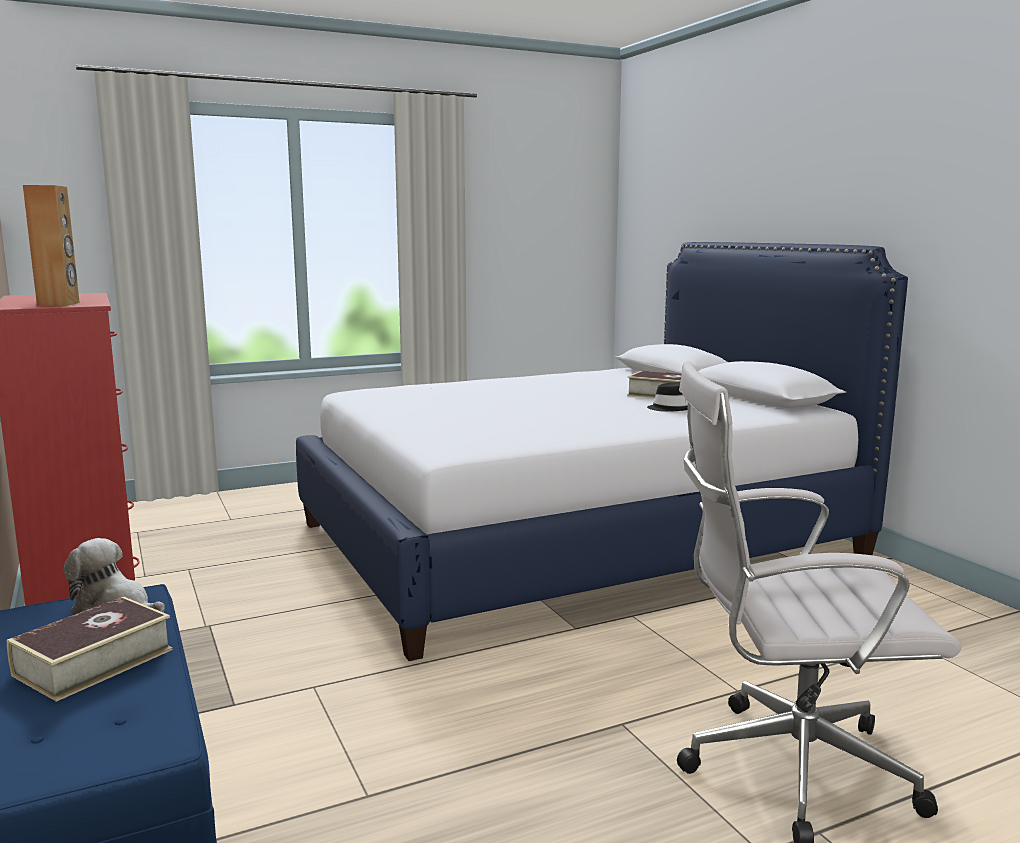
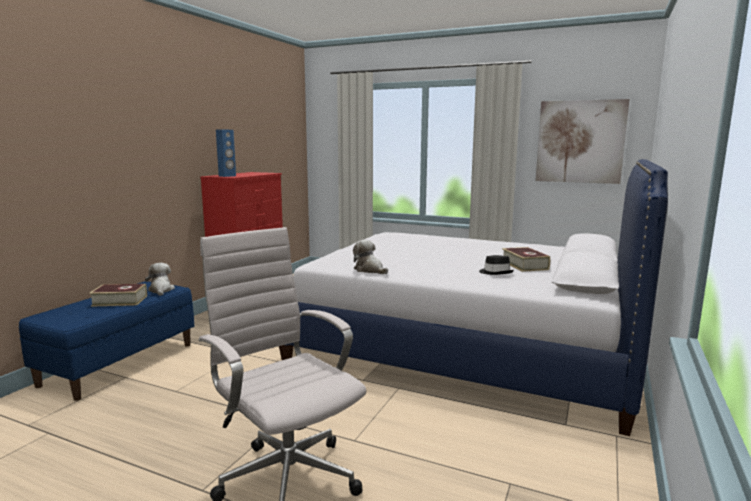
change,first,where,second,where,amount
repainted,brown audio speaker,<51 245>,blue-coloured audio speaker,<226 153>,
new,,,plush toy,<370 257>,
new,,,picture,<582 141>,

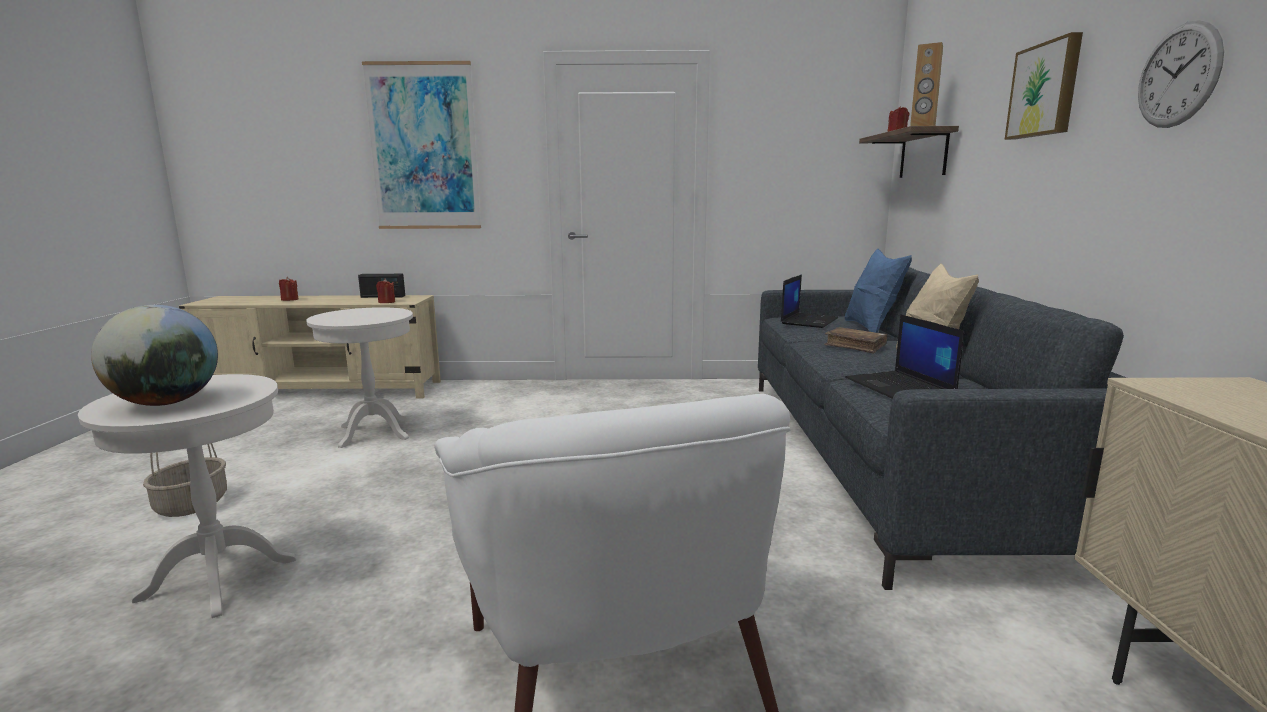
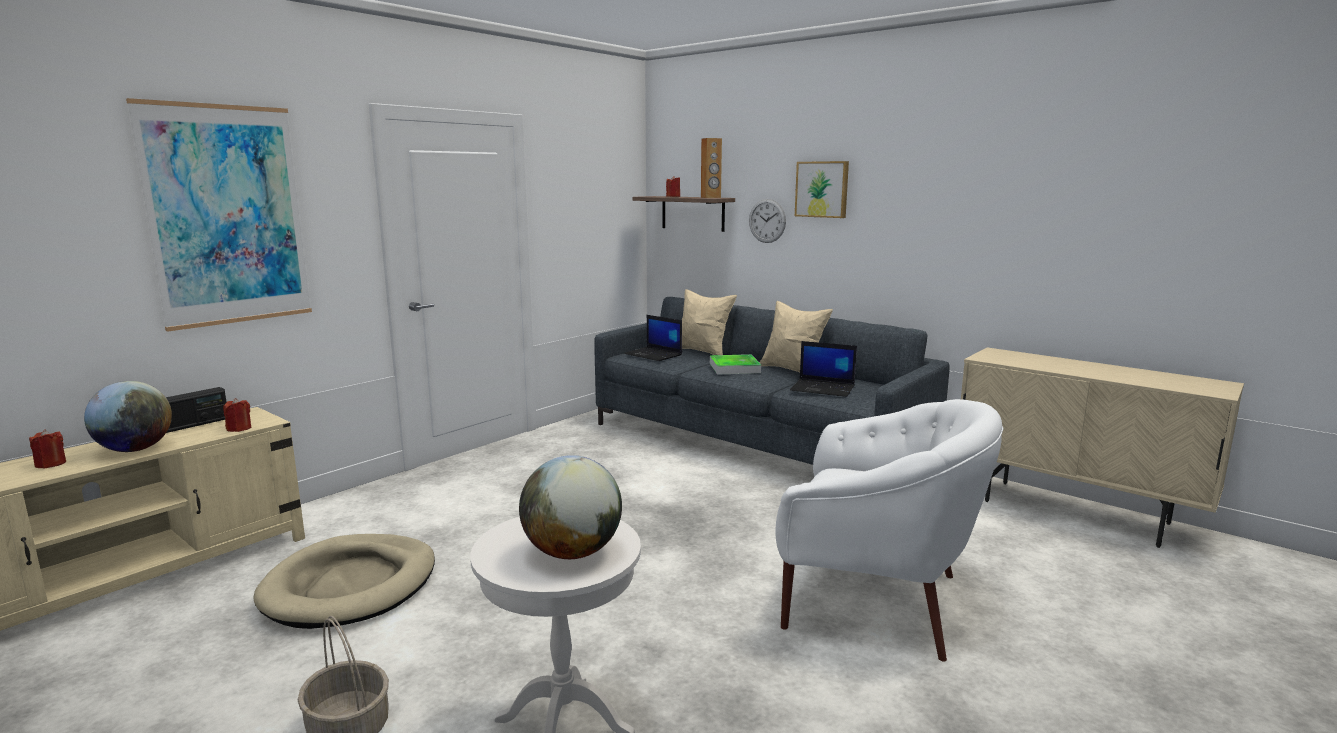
change,first,where,second,where,amount
swapped,whitish accent table,<359 377>,sand-coloured dog bed,<344 581>,
rotated,portable computer,<809 301>,,<653 338>,150 degrees clockwise
swapped,brown volume,<855 340>,tray,<735 364>,
repainted,blue-coloured cushion,<878 290>,sand-coloured cushion,<709 322>,
shifted,wall clock,<1181 74>,,<767 221>,
new,,,desk globe,<128 416>,

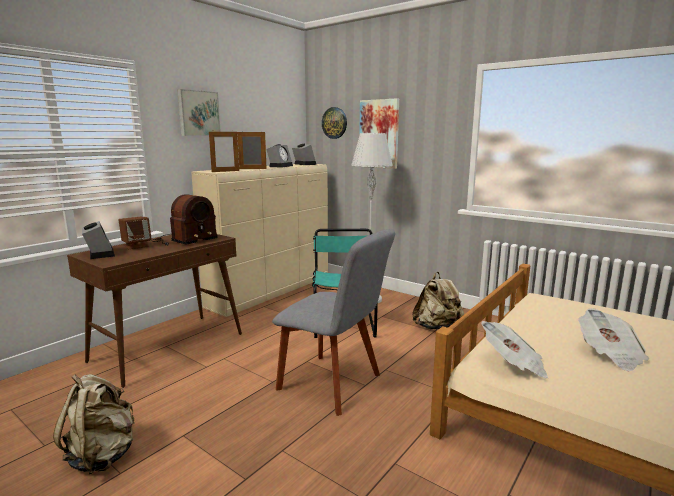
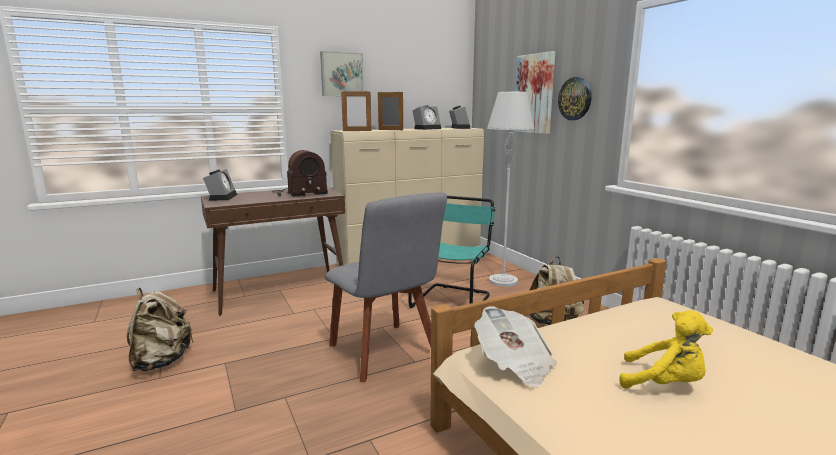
change,first,where,second,where,amount
gone,brown audio speaker,<135 233>,,,
shifted,wall clock,<334 123>,,<575 98>,
swapped,daily paper,<613 340>,yellow-coloured plush toy,<666 349>,

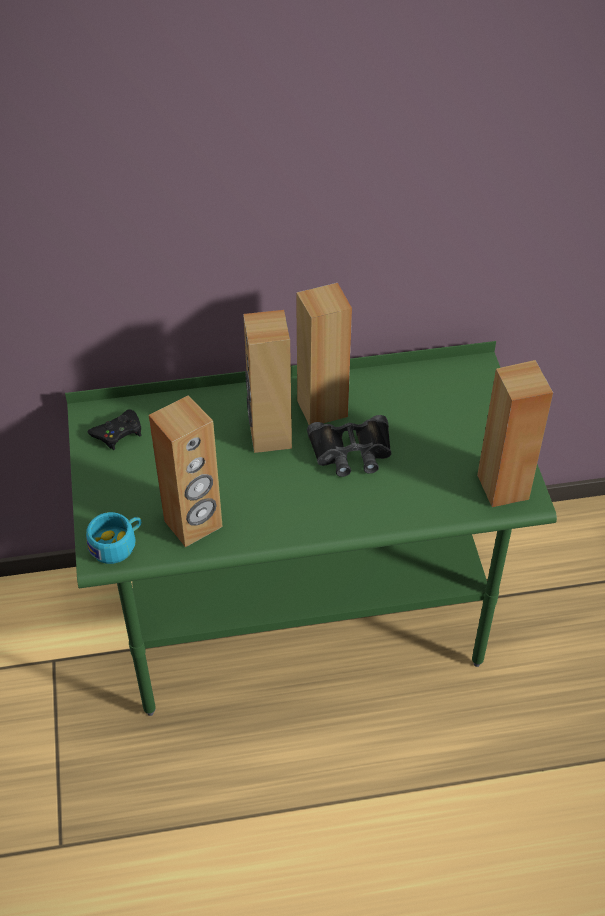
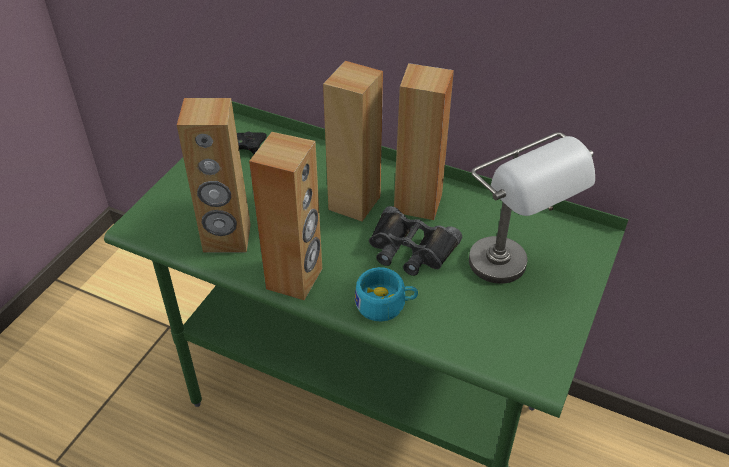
change,first,where,second,where,amount
shifted,blue-green cup,<113 538>,,<386 294>,
shifted,brown audio speaker,<515 433>,,<285 216>,
new,,,gray tabletop lamp,<532 208>,

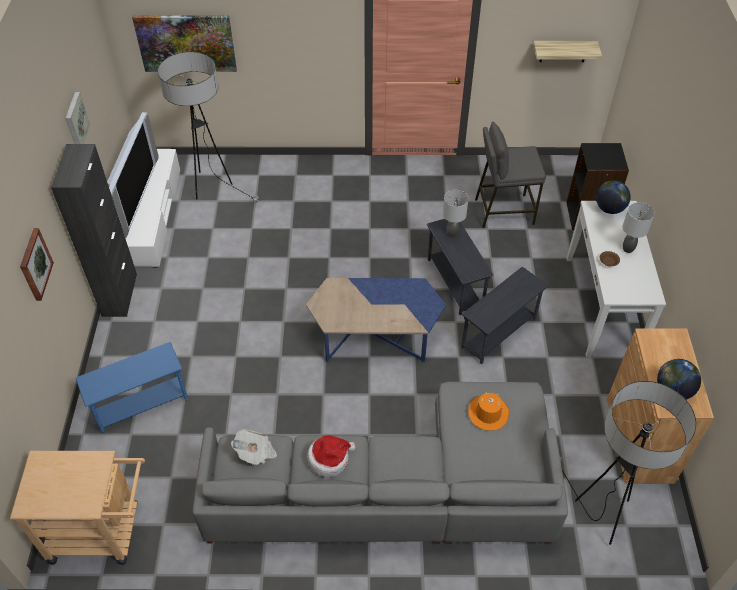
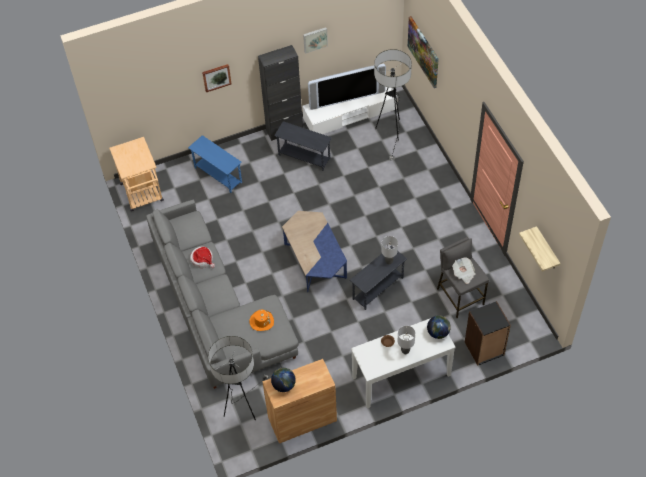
change,first,where,second,where,amount
shifted,daily paper,<254 447>,,<464 270>,
shifted,gray accent table,<505 315>,,<303 146>,

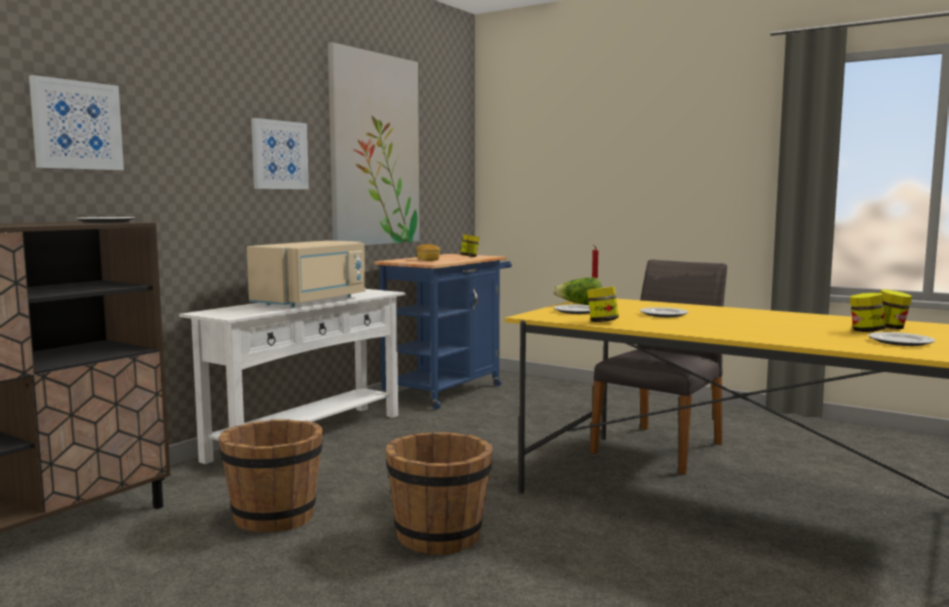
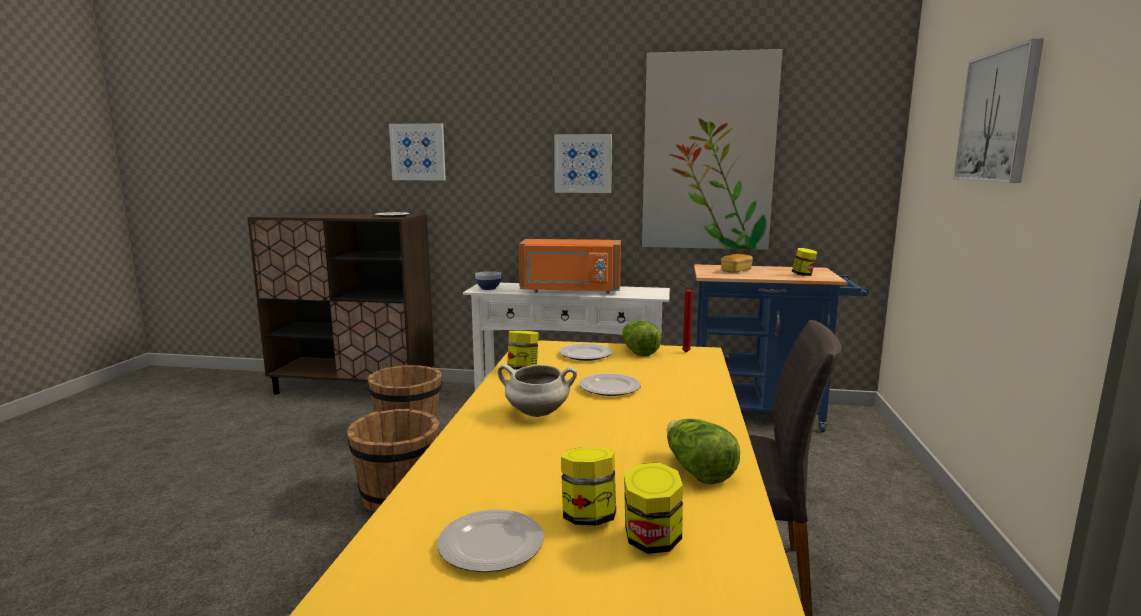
change,first,where,second,where,amount
repainted,sand-coloured kitchen microwave,<306 273>,orangey kitchen microwave,<570 266>,
new,,,bowl,<488 280>,
new,,,whitish cooking pot,<537 390>,
new,,,lettuce,<703 451>,
new,,,picture,<998 110>,

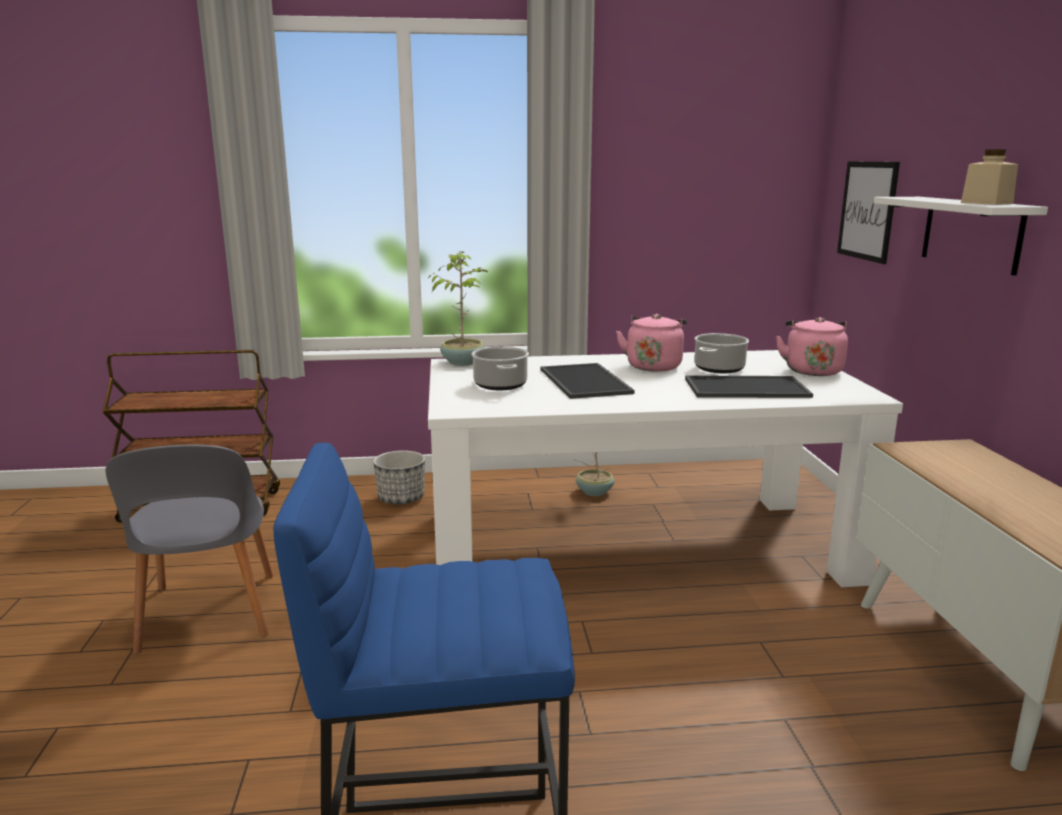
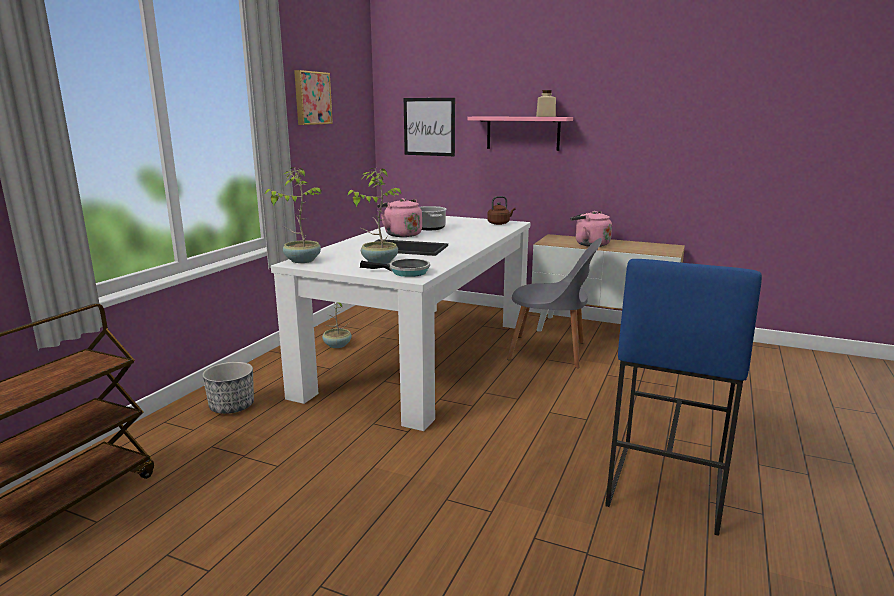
change,first,where,second,where,amount
shifted,gray chair,<189 549>,,<554 303>,
swapped,cooking pot,<500 368>,potted plant,<374 216>,
gone,tray,<749 387>,,,
shifted,pink kettle,<812 346>,,<591 229>,
repainted,whitish shelf,<961 236>,pink shelf,<520 133>,
new,,,picture,<313 97>,
new,,,pan,<395 268>,
new,,,brown kettle,<501 210>,

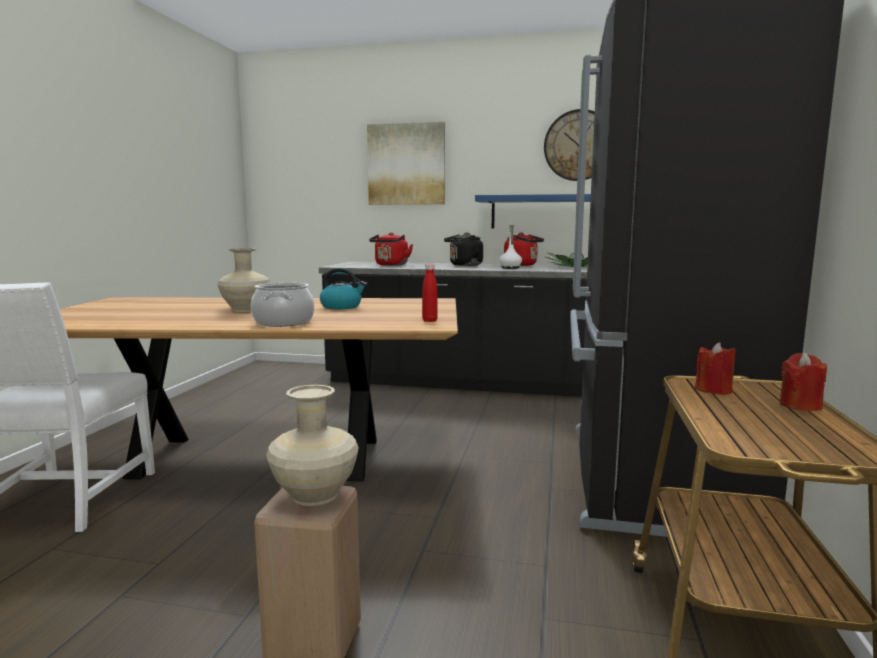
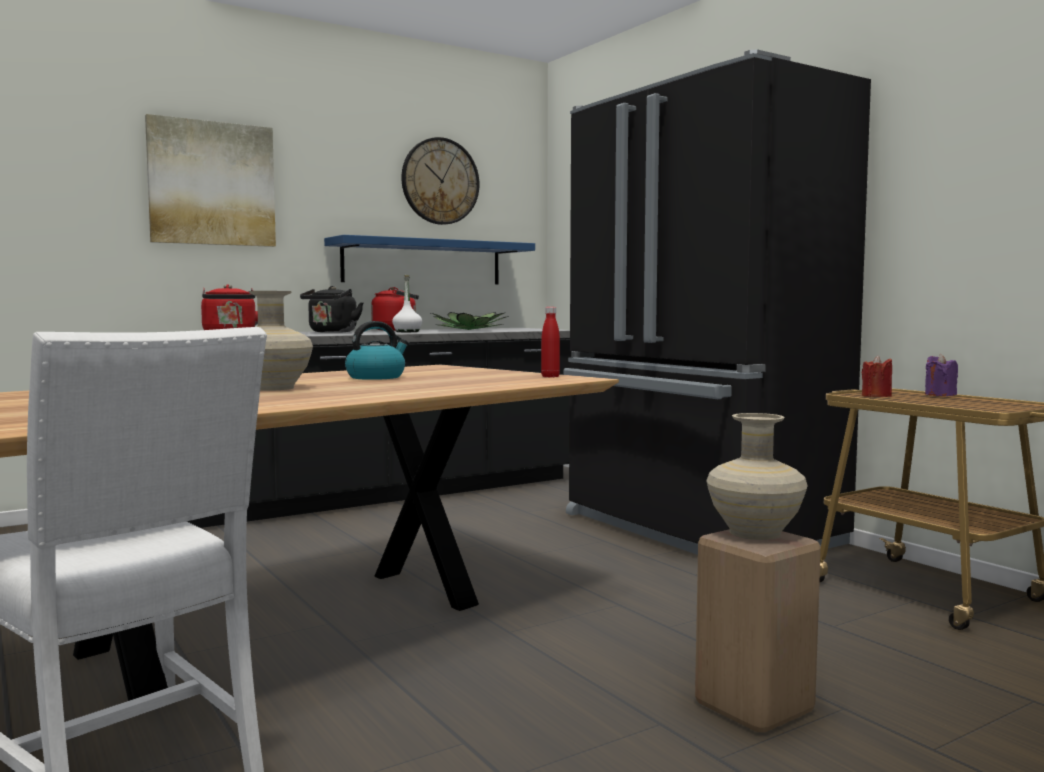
change,first,where,second,where,amount
gone,cooking pot,<282 305>,,,
repainted,red-coloured wax light,<803 381>,purple-coloured wax light,<941 375>,

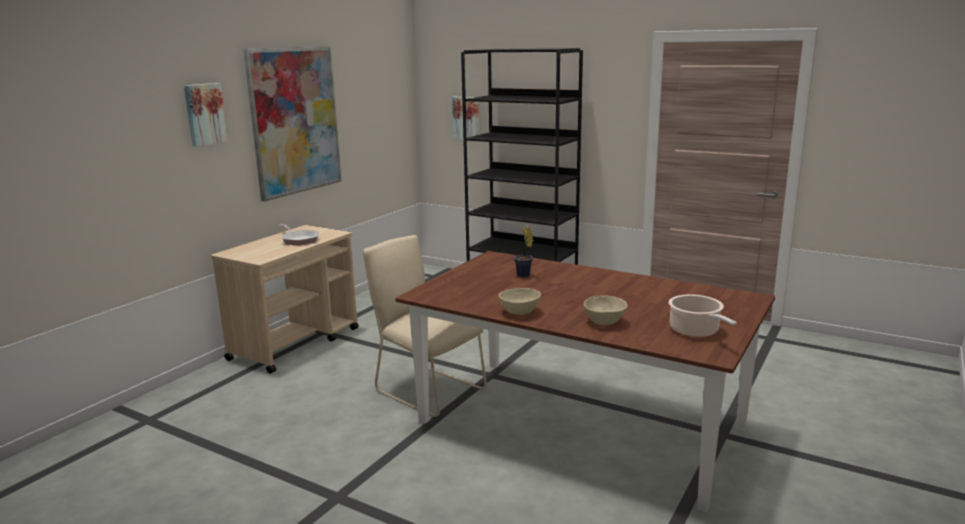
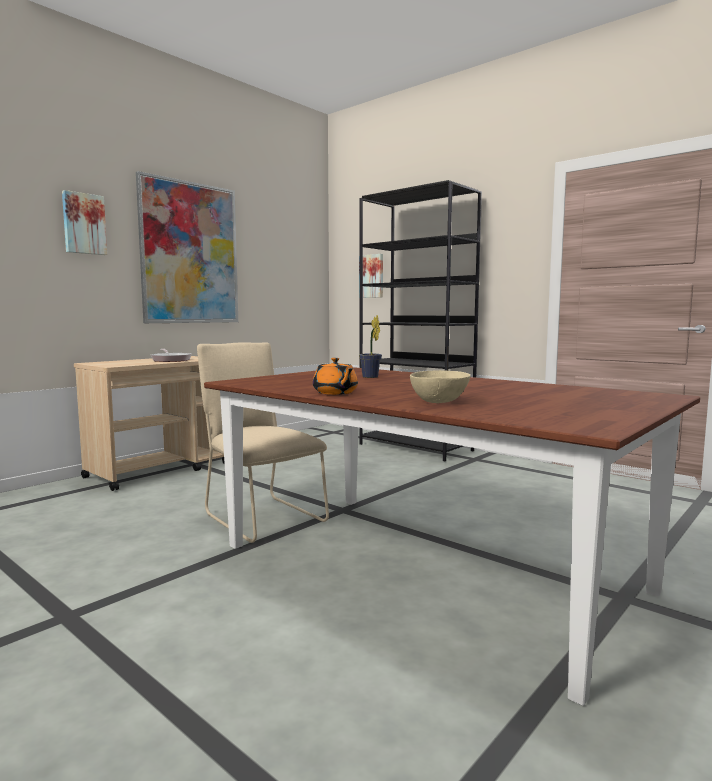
change,first,where,second,where,amount
swapped,sand-coloured bowl,<520 301>,orangey teapot,<335 376>,
gone,cooking pot,<703 316>,,,

